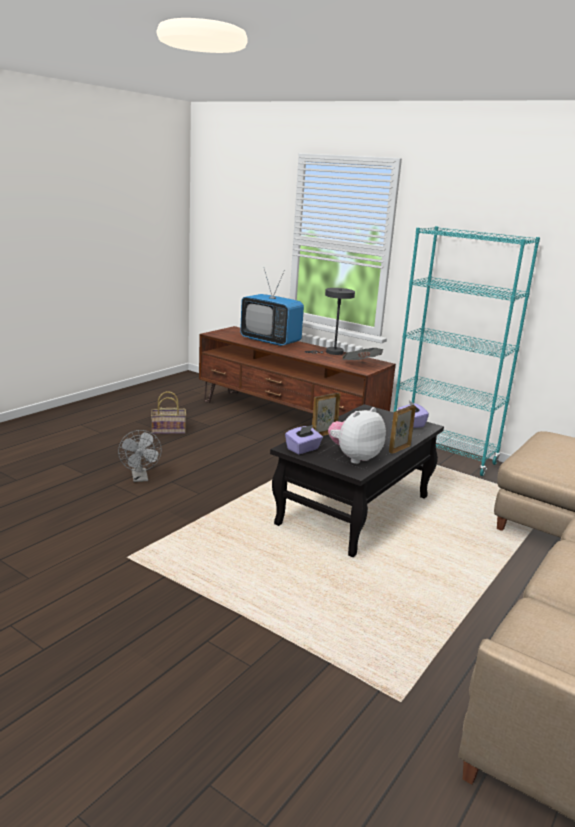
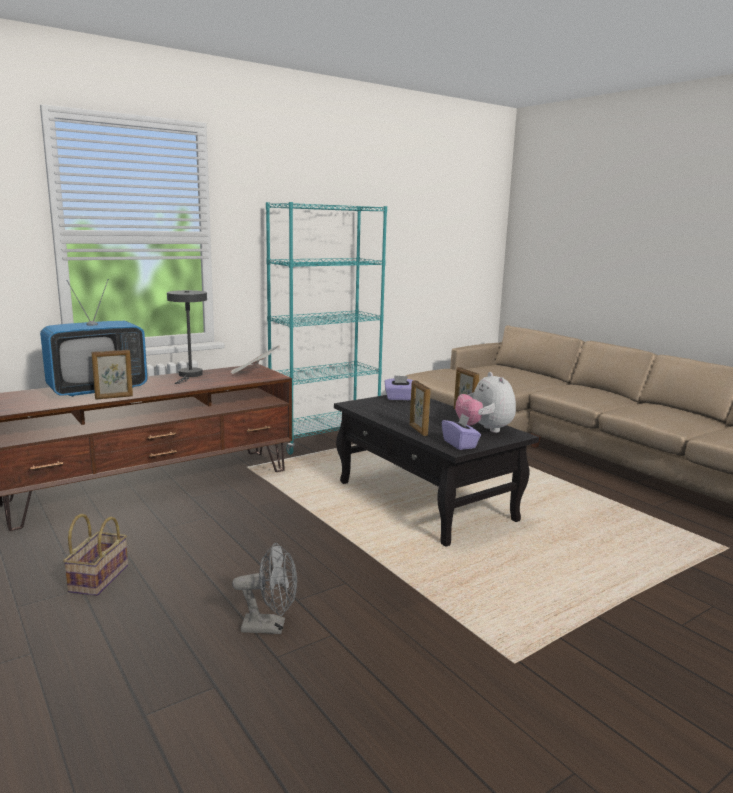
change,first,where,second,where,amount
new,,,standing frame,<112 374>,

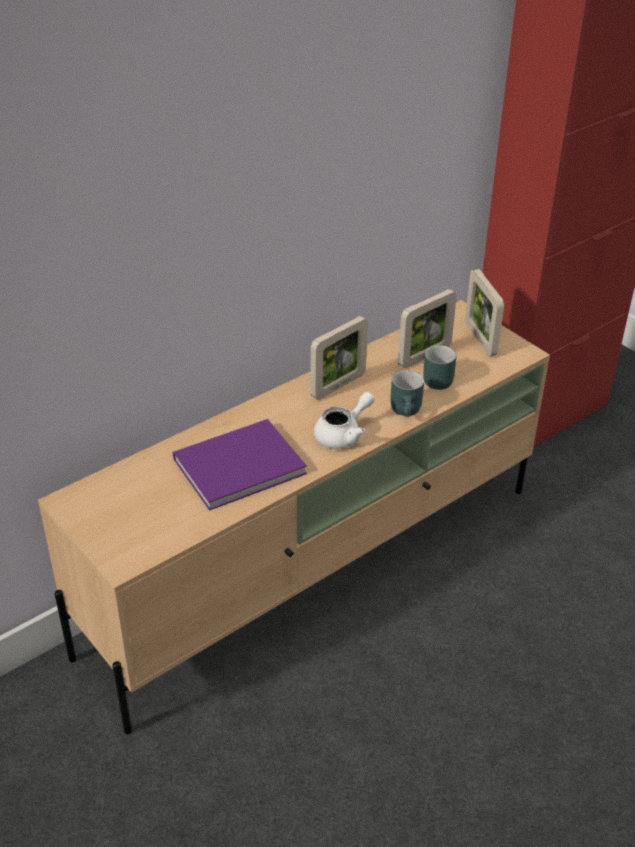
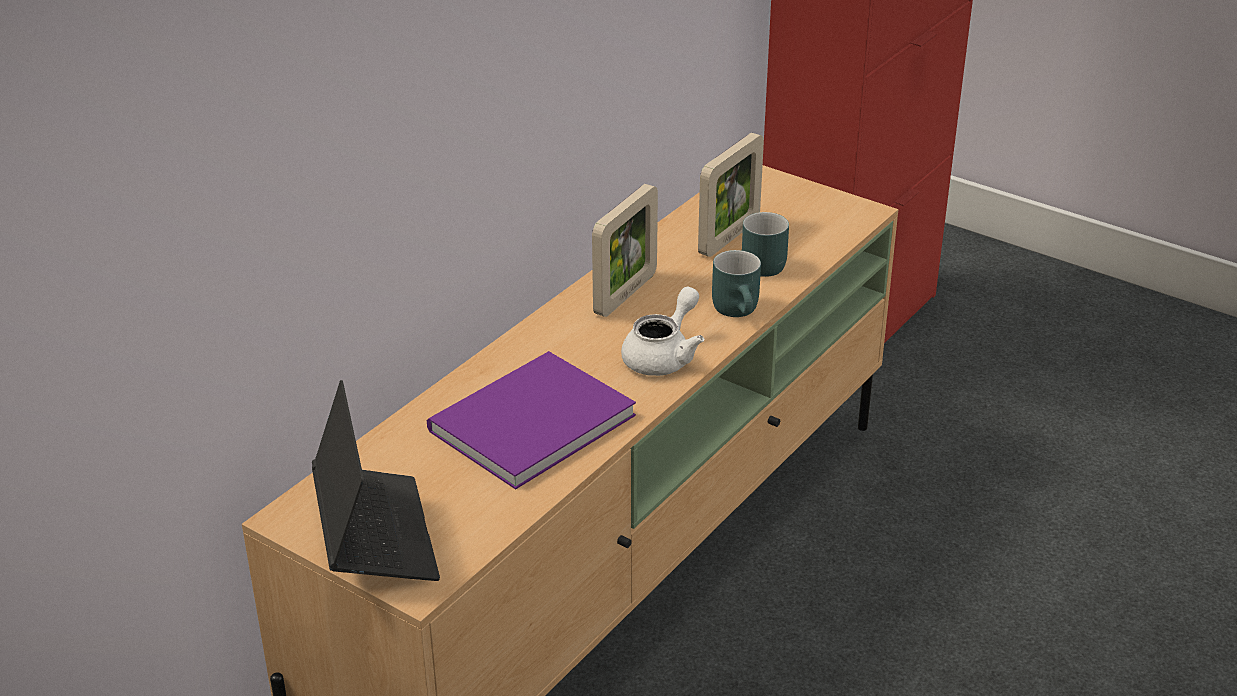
change,first,where,second,where,amount
gone,standing frame,<484 312>,,,
new,,,portable computer,<376 480>,

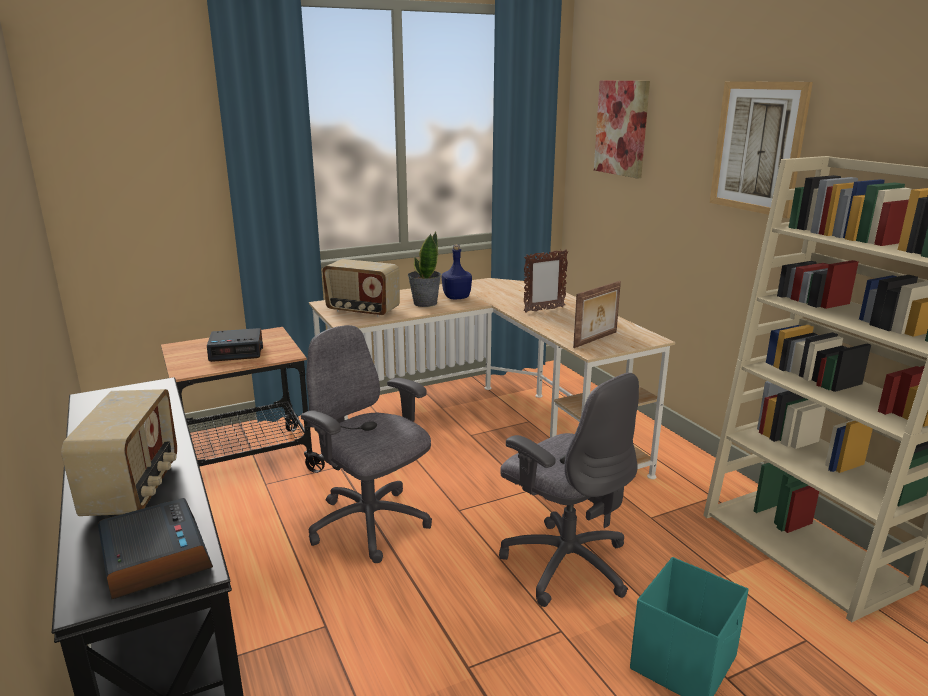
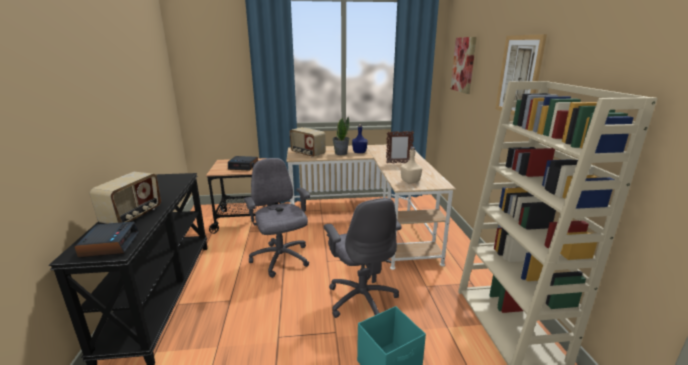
change,first,where,second,where,amount
swapped,standing frame,<597 314>,sand-coloured beverage bottle,<411 165>,

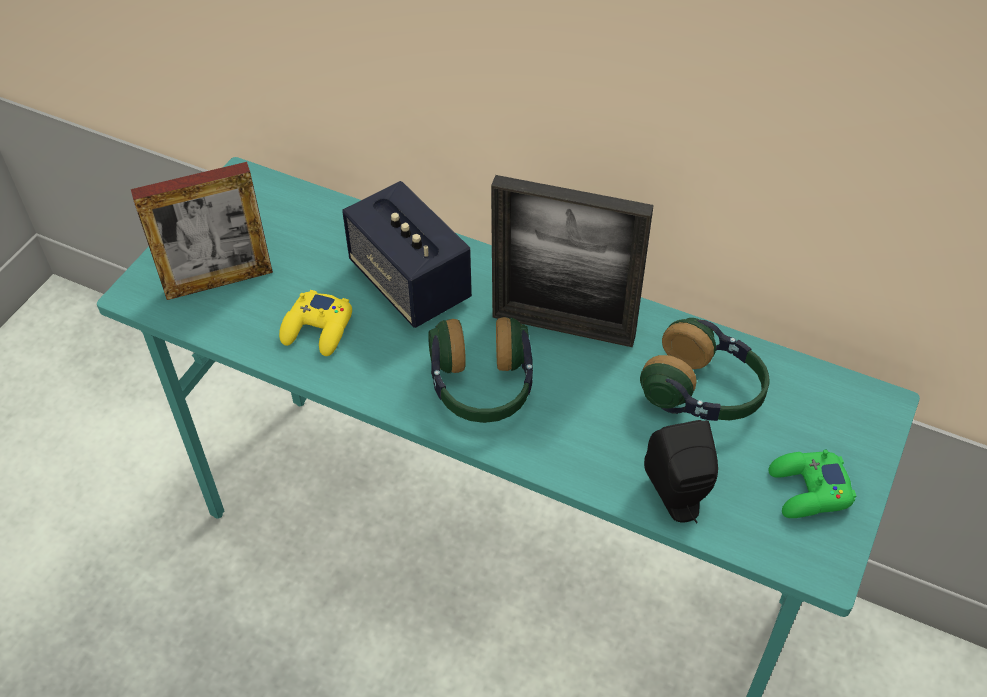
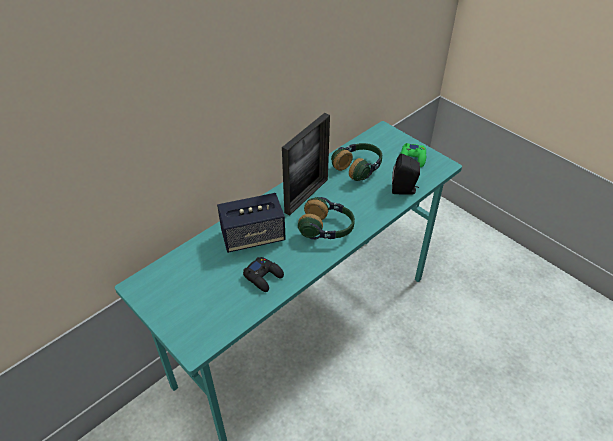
change,first,where,second,where,amount
gone,standing frame,<202 231>,,,
repainted,yellow-coloured gamepad,<315 323>,black gamepad,<263 274>,

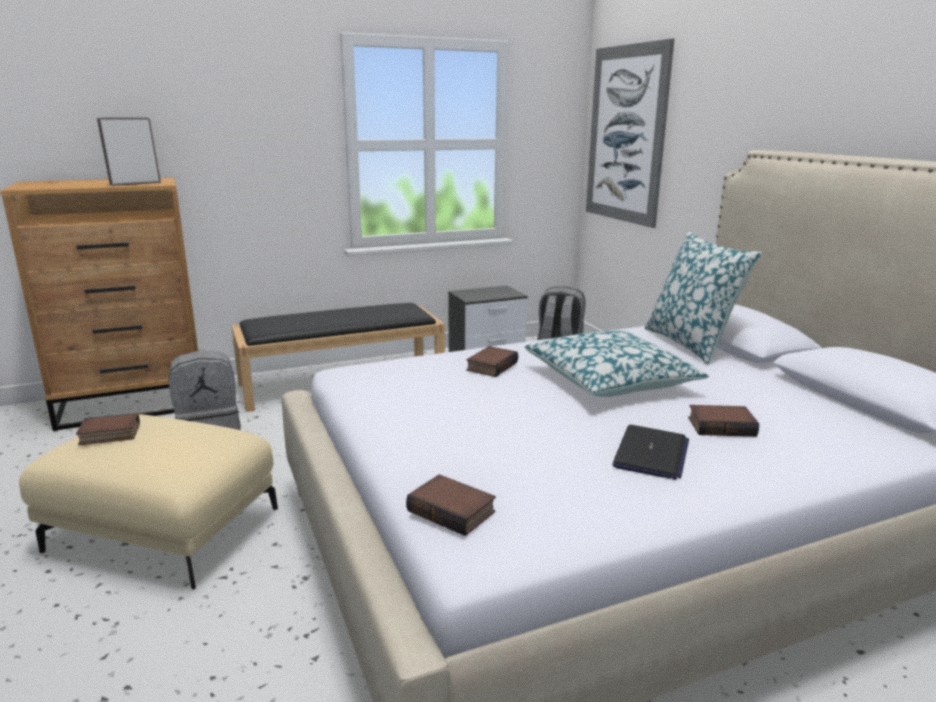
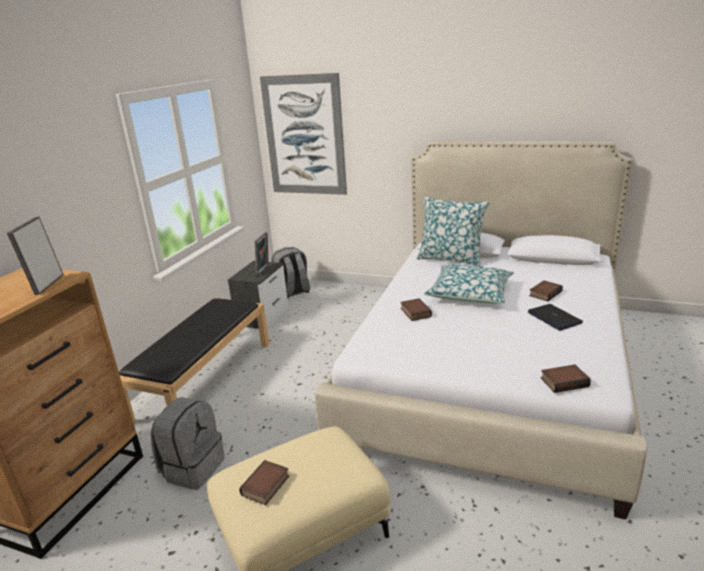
change,first,where,second,where,amount
new,,,standing frame,<261 254>,

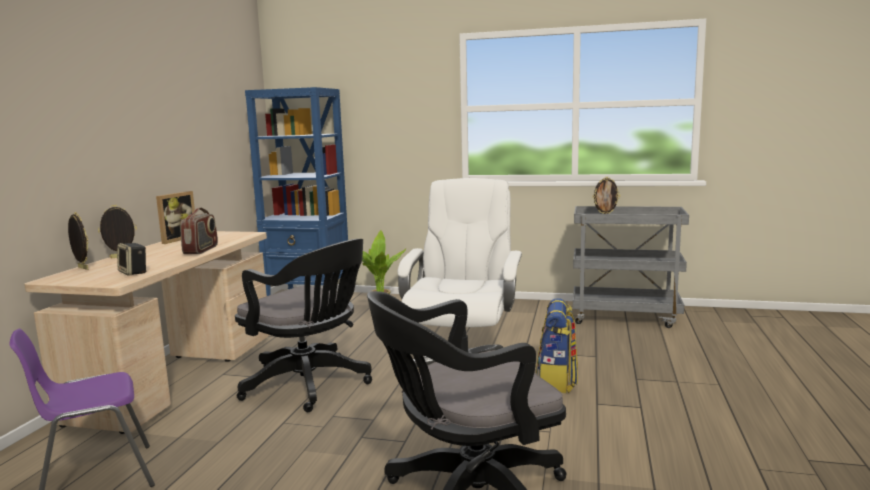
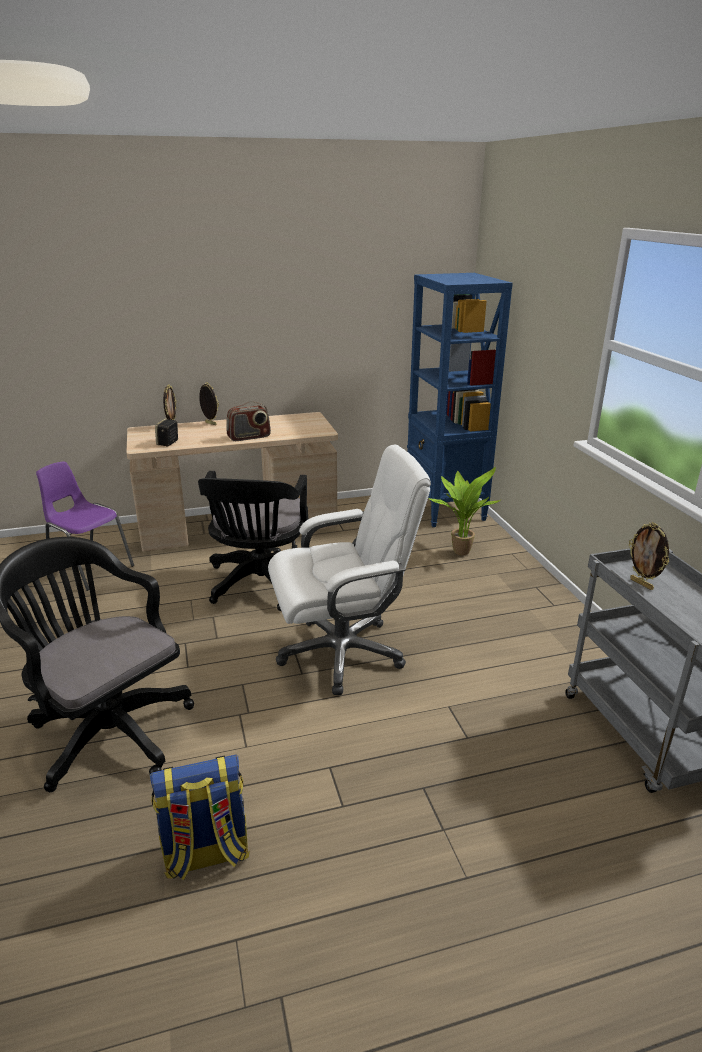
change,first,where,second,where,amount
gone,standing frame,<175 217>,,,
shifted,knapsack,<557 345>,,<200 817>,

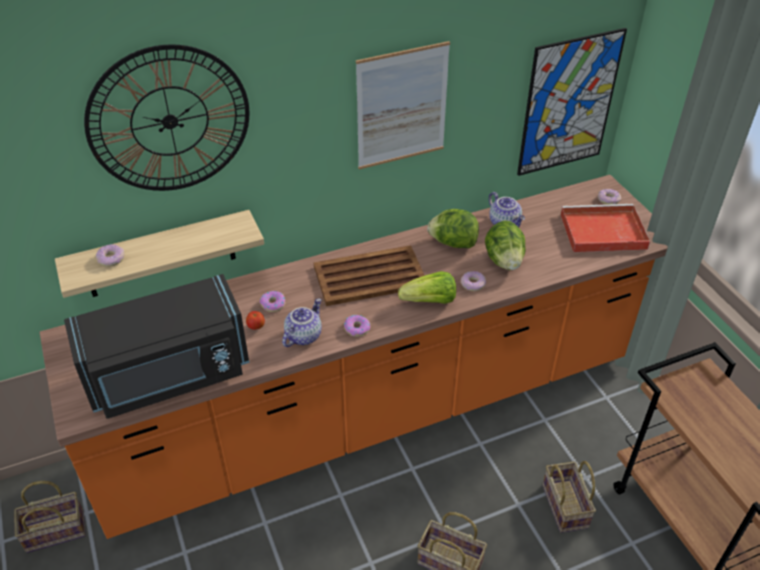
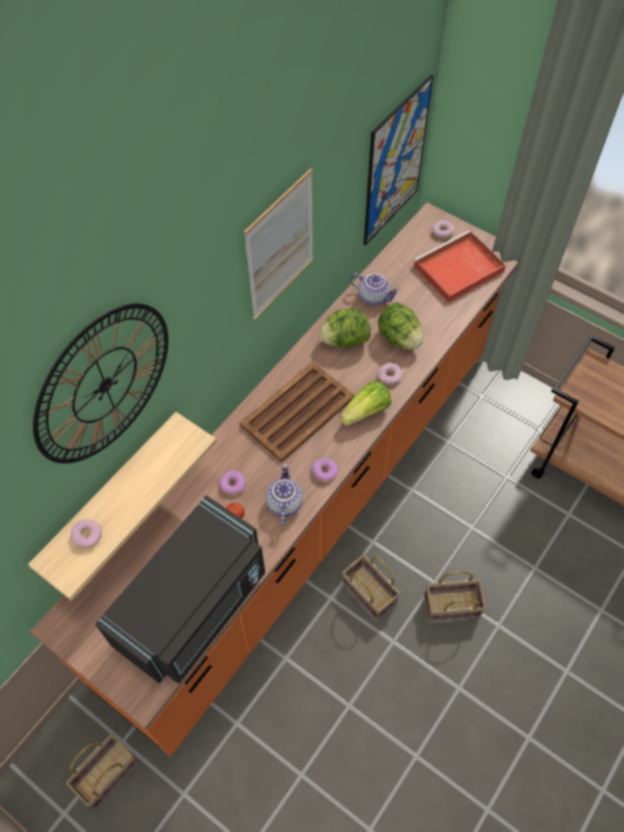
change,first,where,second,where,amount
shifted,household basket,<569 497>,,<371 588>,

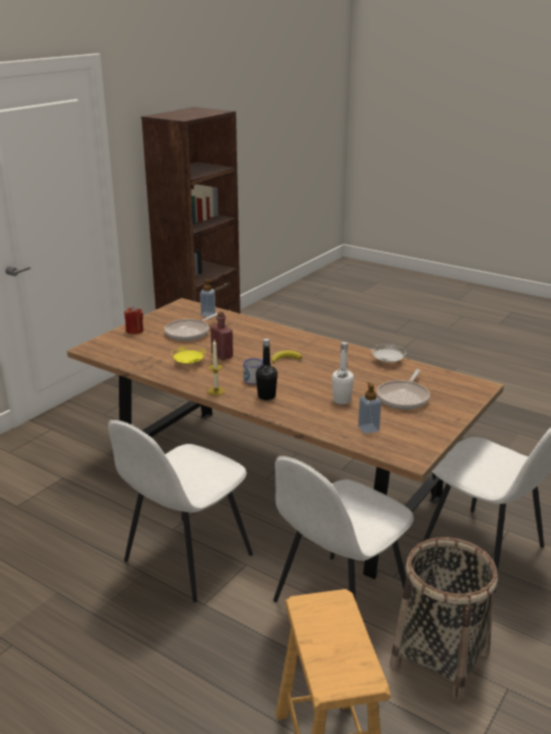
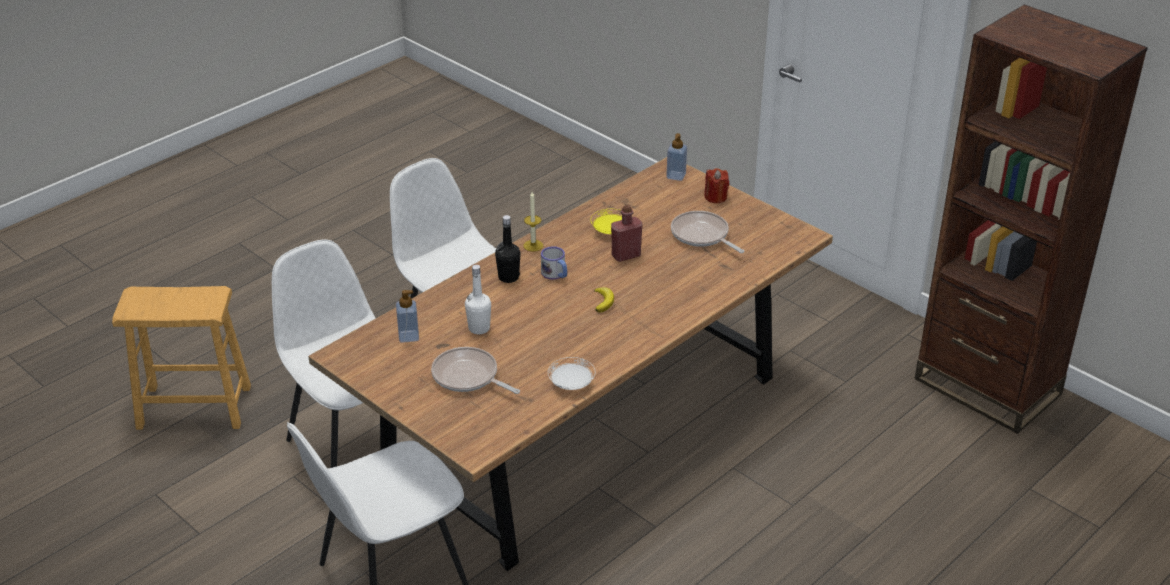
change,first,where,second,where,amount
shifted,soap dispenser,<208 298>,,<676 157>,
gone,household basket,<444 619>,,,

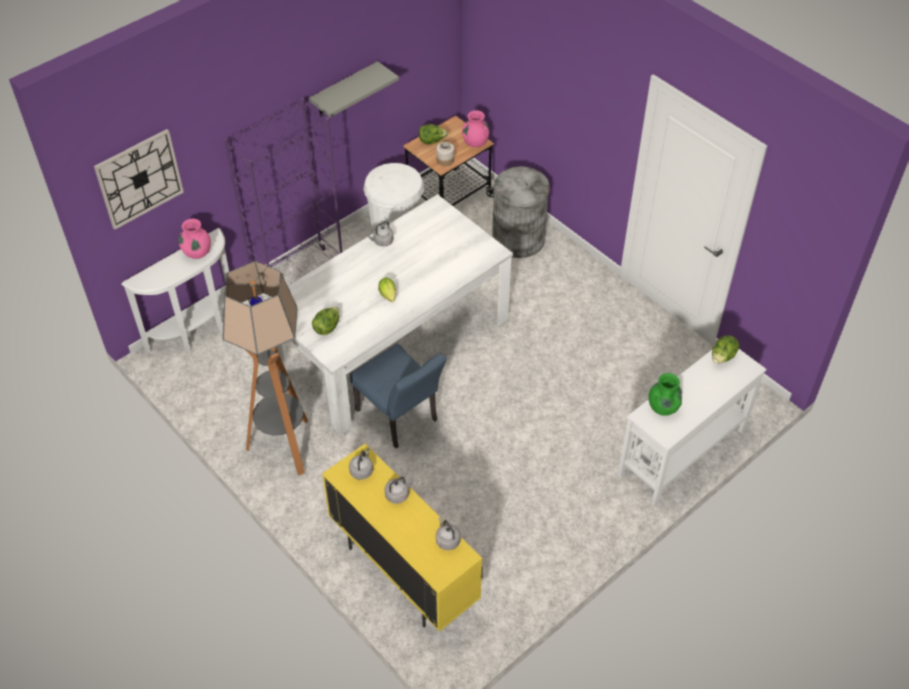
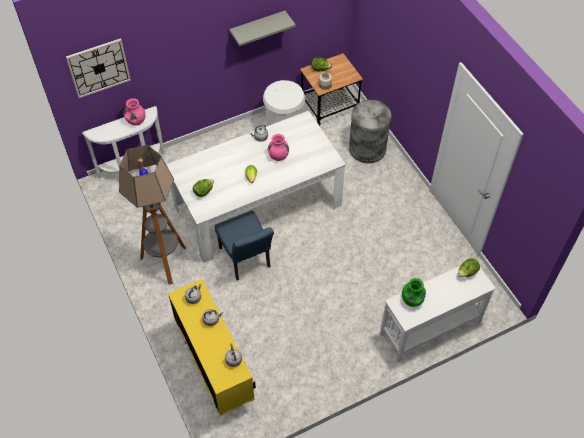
change,first,where,second,where,amount
gone,purple-coloured bookcase,<283 191>,,,
shifted,pink decorative vase,<475 128>,,<278 147>,

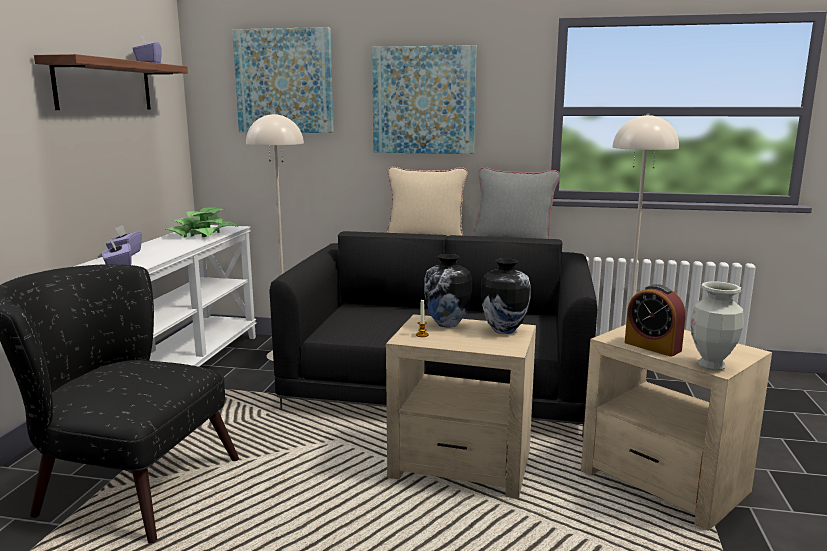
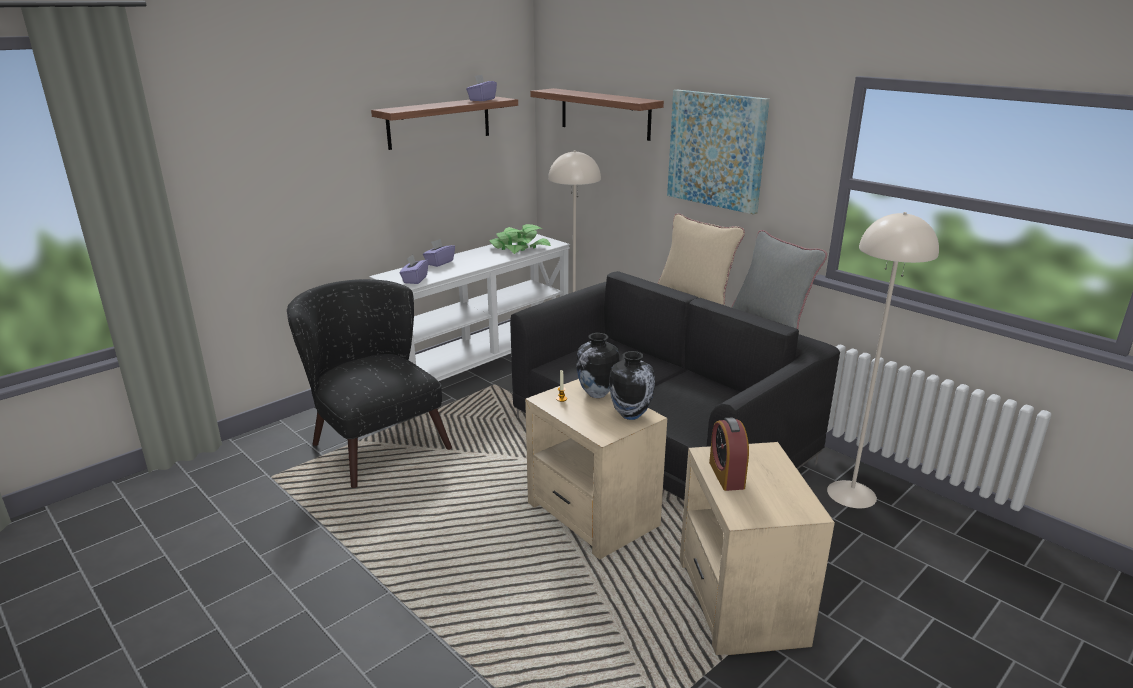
change,first,where,second,where,amount
swapped,picture,<283 80>,shelf,<597 114>,
gone,decorative vase,<717 326>,,,

